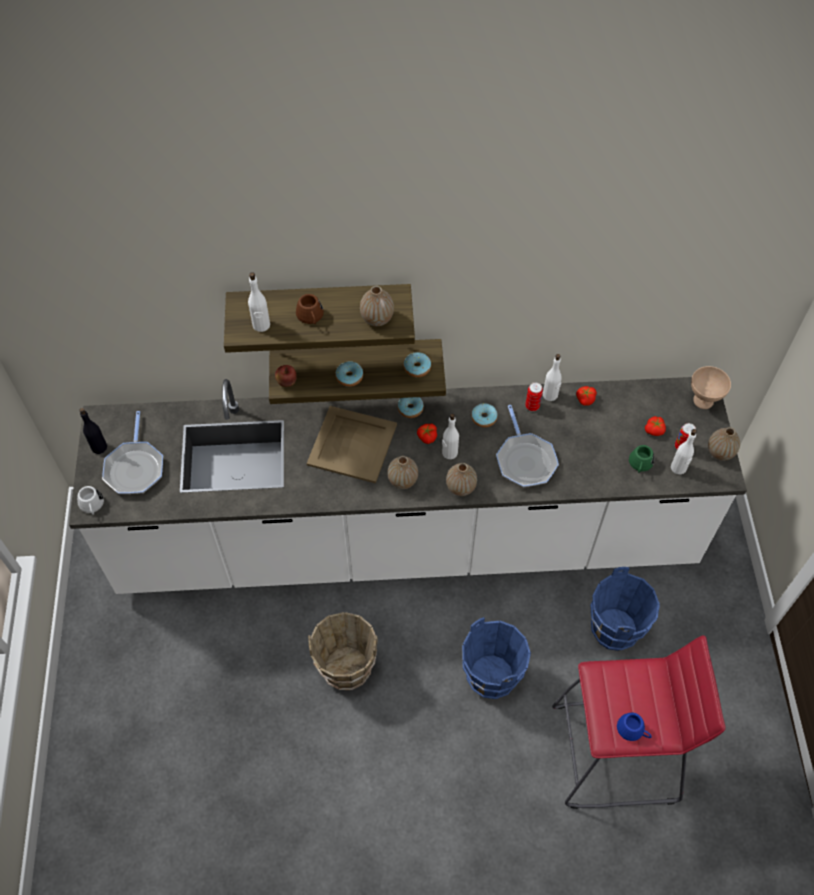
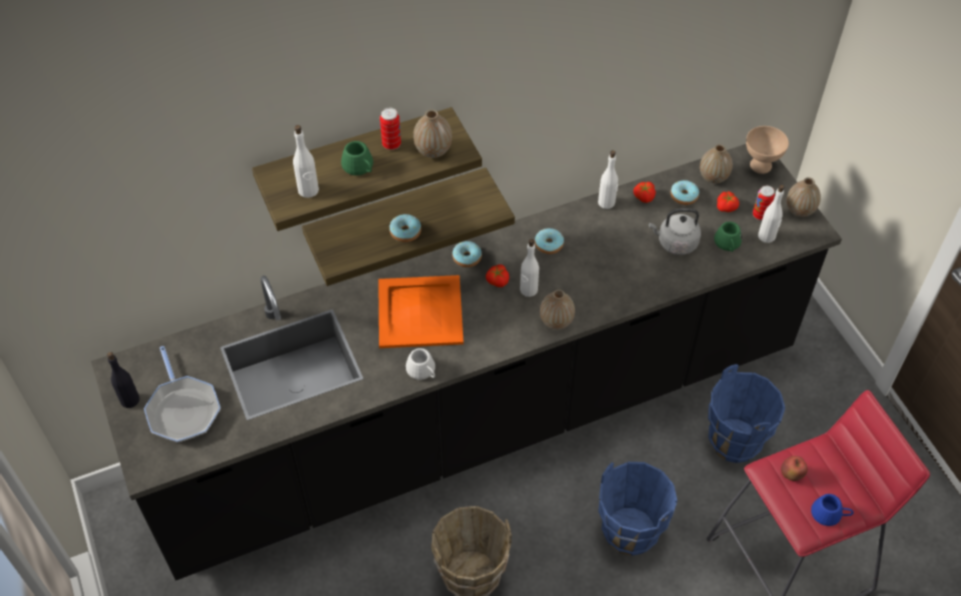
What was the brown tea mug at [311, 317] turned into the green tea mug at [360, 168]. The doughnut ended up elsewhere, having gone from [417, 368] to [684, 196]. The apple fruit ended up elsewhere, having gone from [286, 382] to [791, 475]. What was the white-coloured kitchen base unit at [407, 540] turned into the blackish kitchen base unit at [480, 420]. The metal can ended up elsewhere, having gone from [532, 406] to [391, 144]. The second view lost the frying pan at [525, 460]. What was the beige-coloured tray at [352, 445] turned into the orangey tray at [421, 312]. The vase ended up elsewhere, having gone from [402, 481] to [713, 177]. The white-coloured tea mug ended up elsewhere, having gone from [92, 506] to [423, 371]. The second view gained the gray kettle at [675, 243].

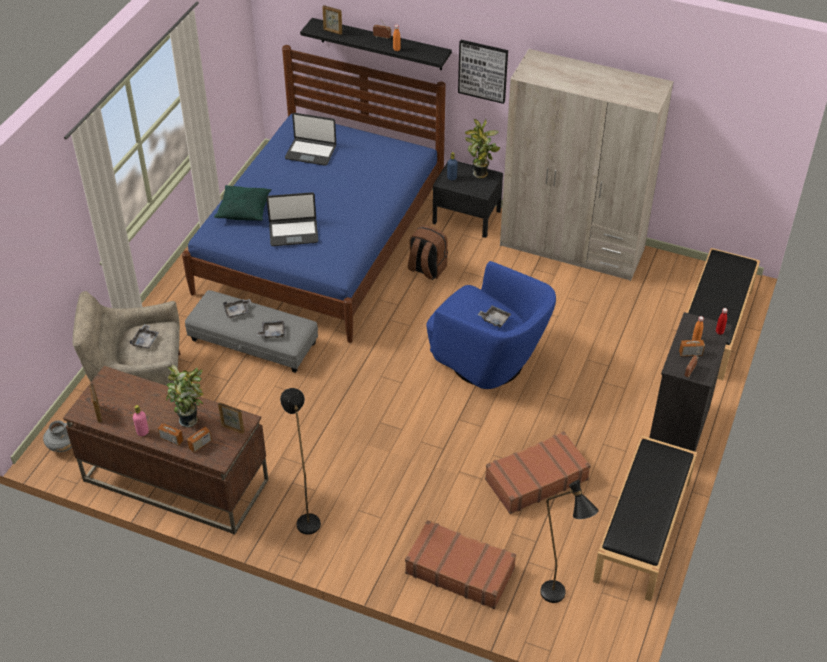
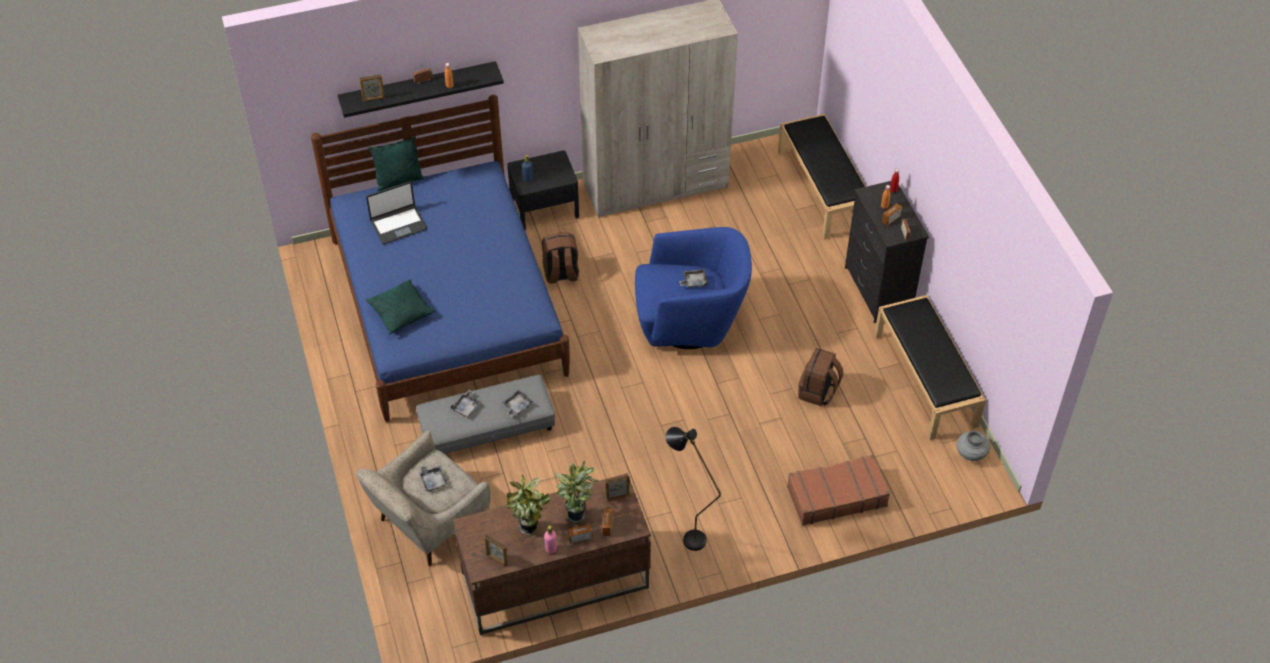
The second view lost the wall picture at [483, 70]. The plant in a pot ended up elsewhere, having gone from [480, 175] to [531, 529]. The second view lost the laptop at [293, 232]. The gray vase ended up elsewhere, having gone from [63, 445] to [970, 453]. Where the brown travel case stood at [535, 479], the brown rucksack came to stand at [818, 392]. The second view lost the blackish standing lamp at [558, 599]. The second view gained the green pillow at [399, 181].

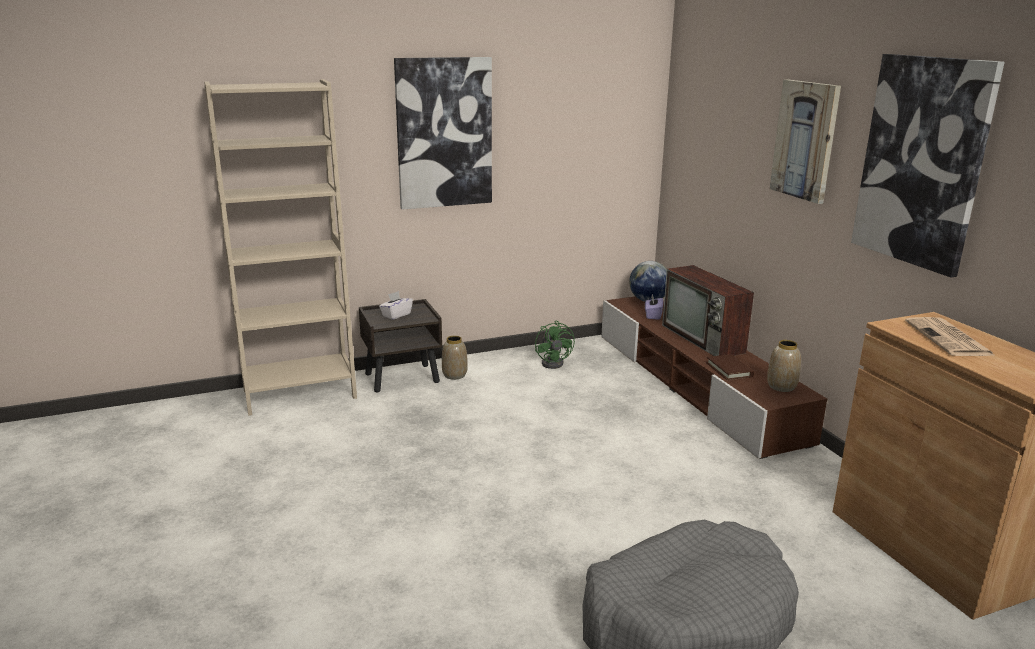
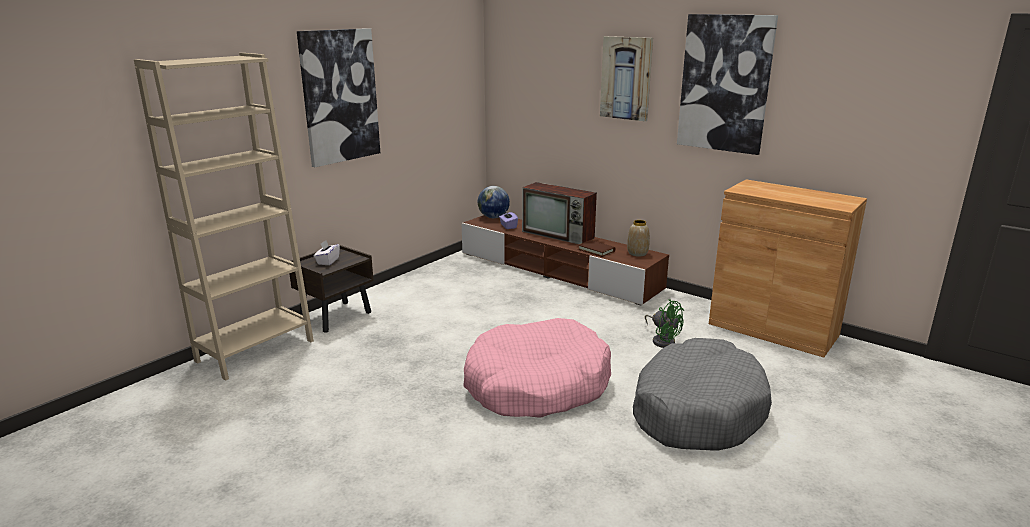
The second view lost the printed paper at [949, 339]. The green cooling fan ended up elsewhere, having gone from [555, 362] to [662, 340]. The second view lost the vase at [454, 375]. The second view gained the pinkish dog cushion at [536, 385].

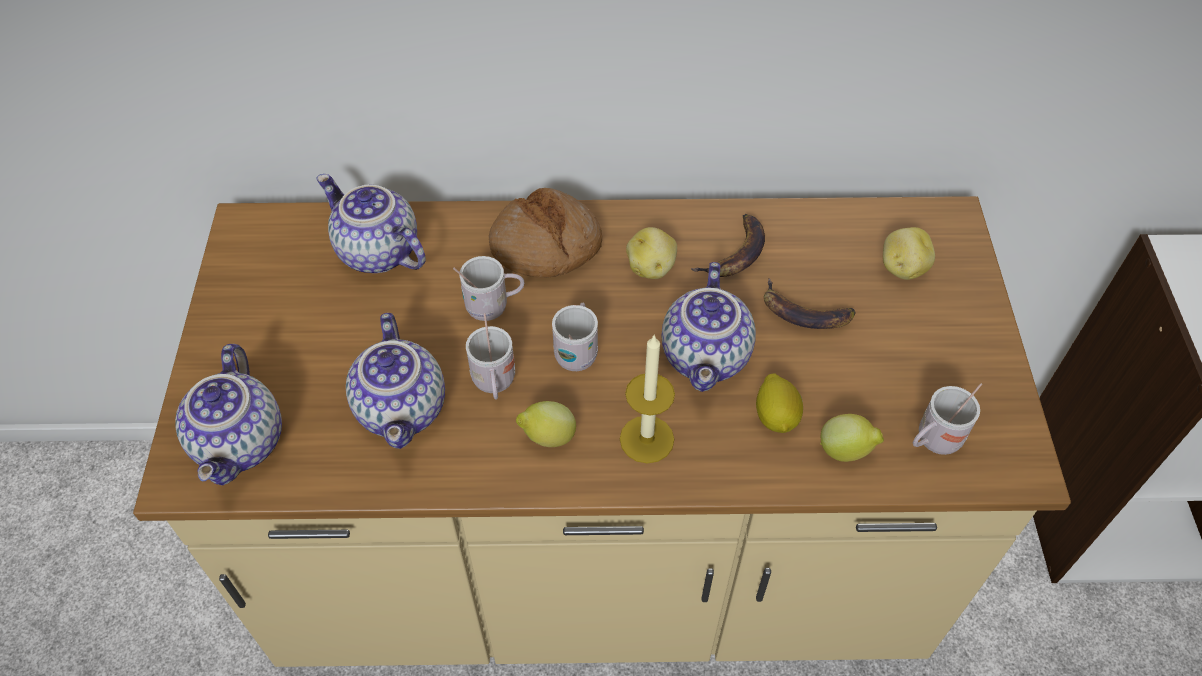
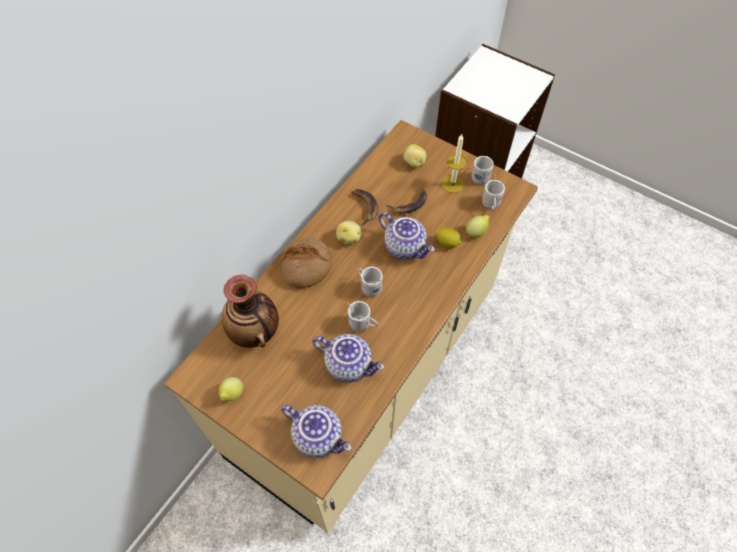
Where the teapot stood at [376, 252], the vase came to stand at [255, 331]. The white-coloured tea mug ended up elsewhere, having gone from [493, 306] to [481, 177]. The wax light ended up elsewhere, having gone from [646, 439] to [452, 184]. The citrus fruit ended up elsewhere, having gone from [547, 437] to [232, 394].

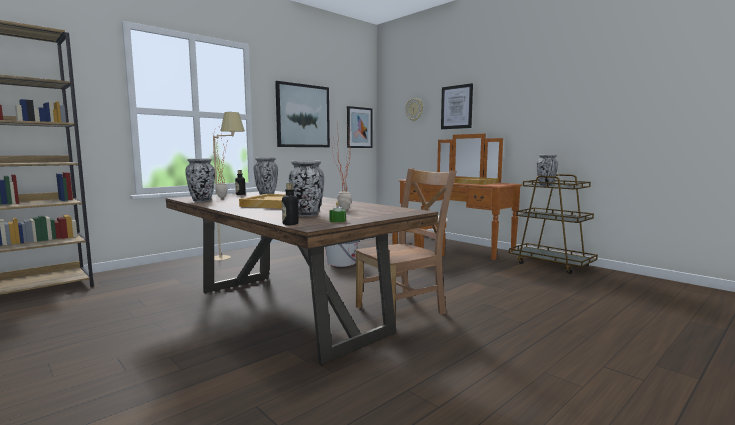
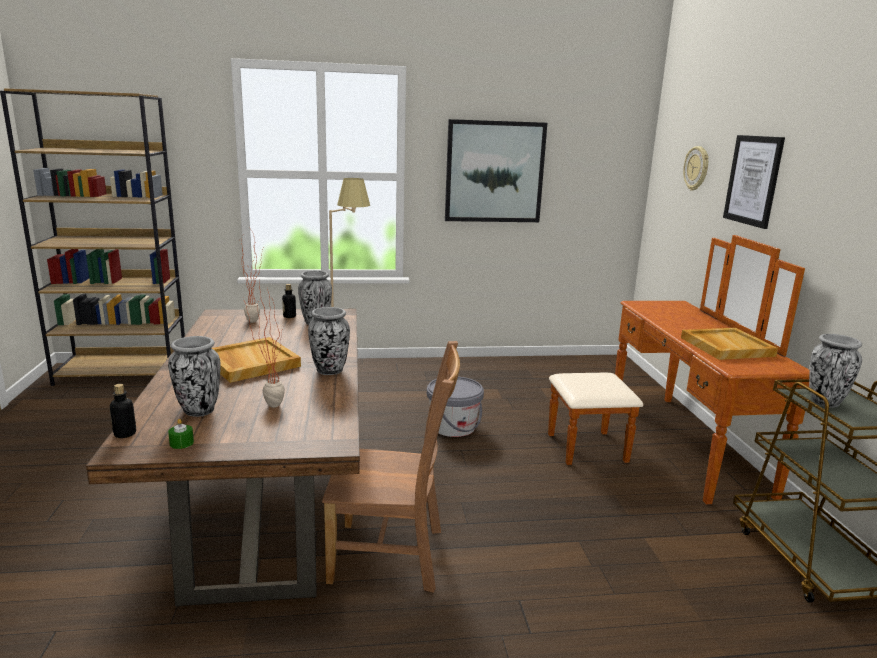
The second view lost the wall picture at [359, 127]. The vase ended up elsewhere, having gone from [202, 200] to [330, 371].

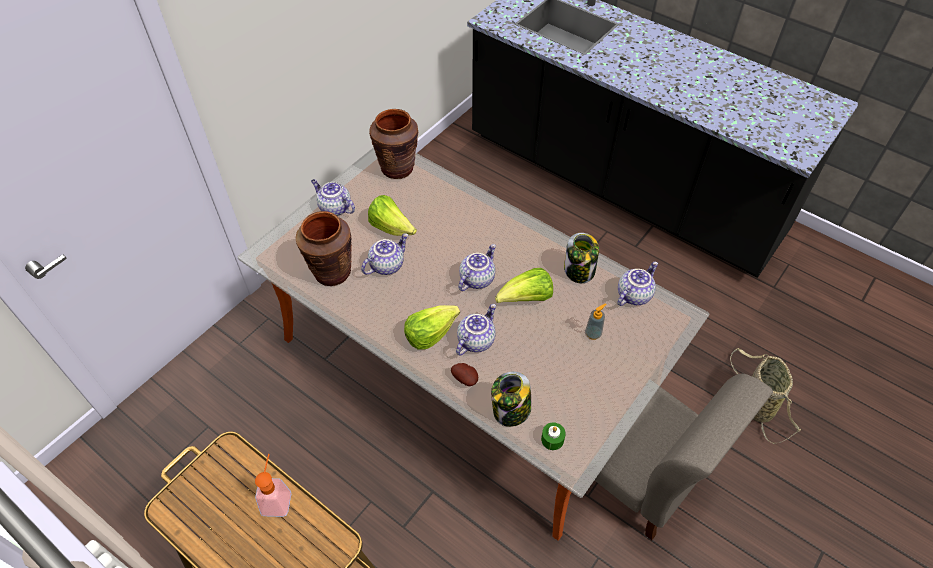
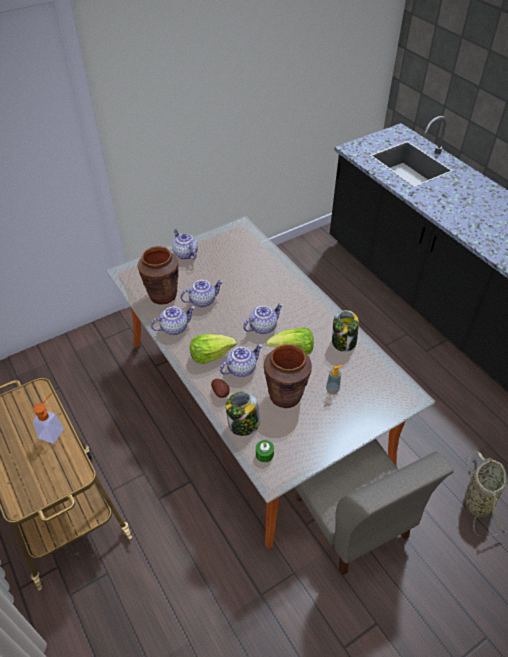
The brown vase ended up elsewhere, having gone from [397, 168] to [285, 395]. The second view lost the head of lettuce at [391, 228]. The teapot ended up elsewhere, having gone from [633, 294] to [174, 327].

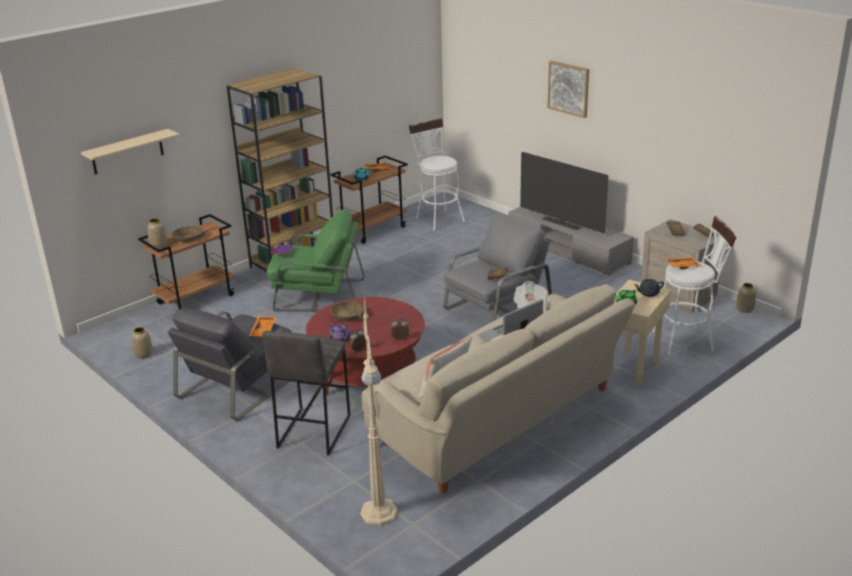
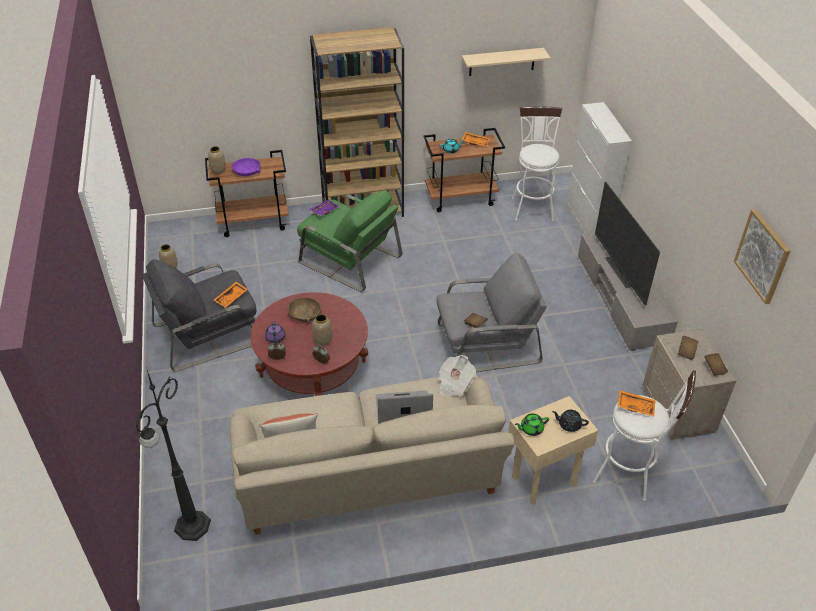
The wall picture ended up elsewhere, having gone from [568, 88] to [762, 256]. The beige-coloured bracket shelf ended up elsewhere, having gone from [127, 152] to [502, 62]. What was the brown deep dish at [189, 238] turned into the purplish deep dish at [247, 171]. The vase ended up elsewhere, having gone from [744, 309] to [323, 340]. What was the beige-coloured standing lamp at [379, 514] turned into the blackish standing lamp at [191, 527]. The second view lost the gray sitting stool at [313, 431]. The second view gained the white-coloured cabinet at [587, 224].

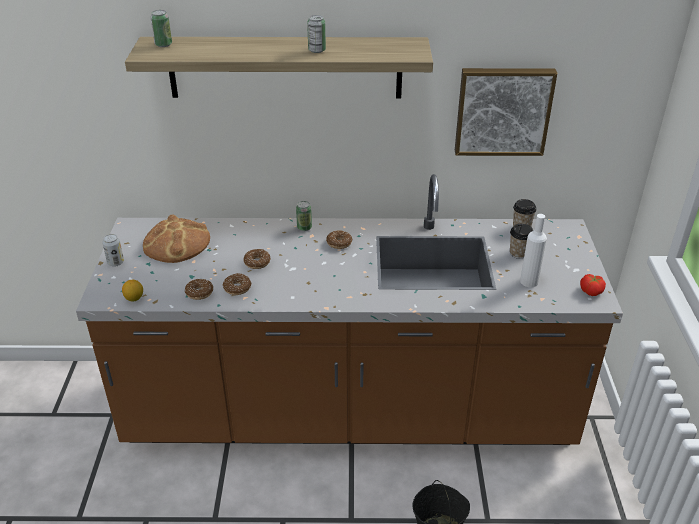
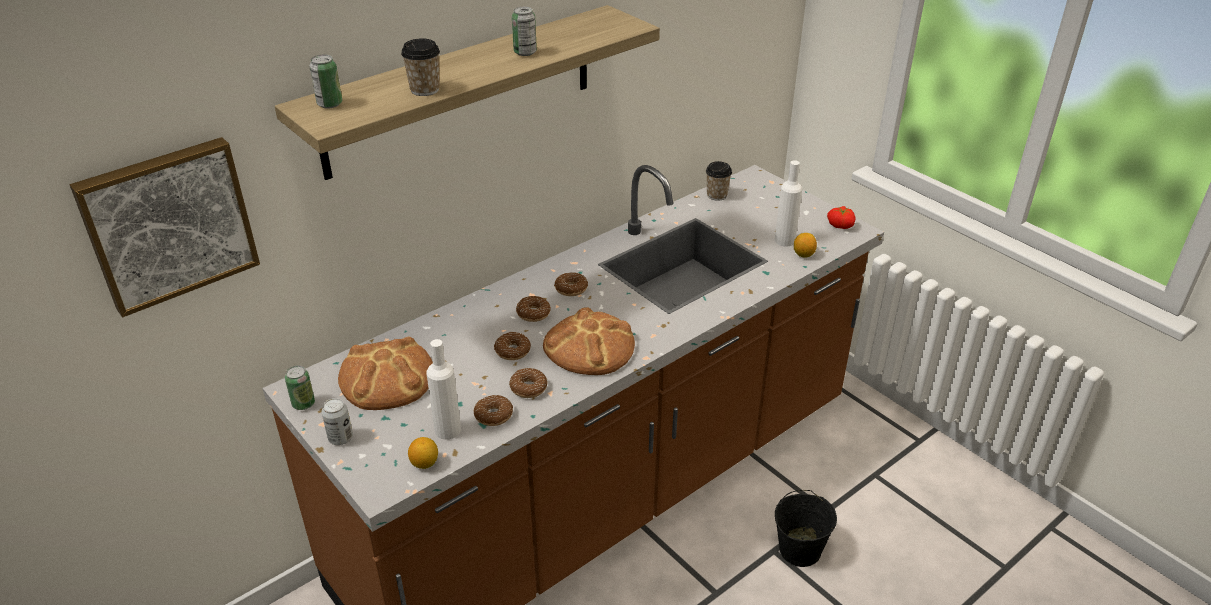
The wall picture ended up elsewhere, having gone from [503, 110] to [168, 223]. The metal can ended up elsewhere, having gone from [304, 228] to [303, 404]. The small cup ended up elsewhere, having gone from [518, 253] to [425, 90]. The second view gained the citrus fruit at [803, 254]. The second view gained the doughnut at [533, 313]. The second view gained the bakery bread at [589, 347]. The second view gained the white-coloured drink bottle at [448, 430].

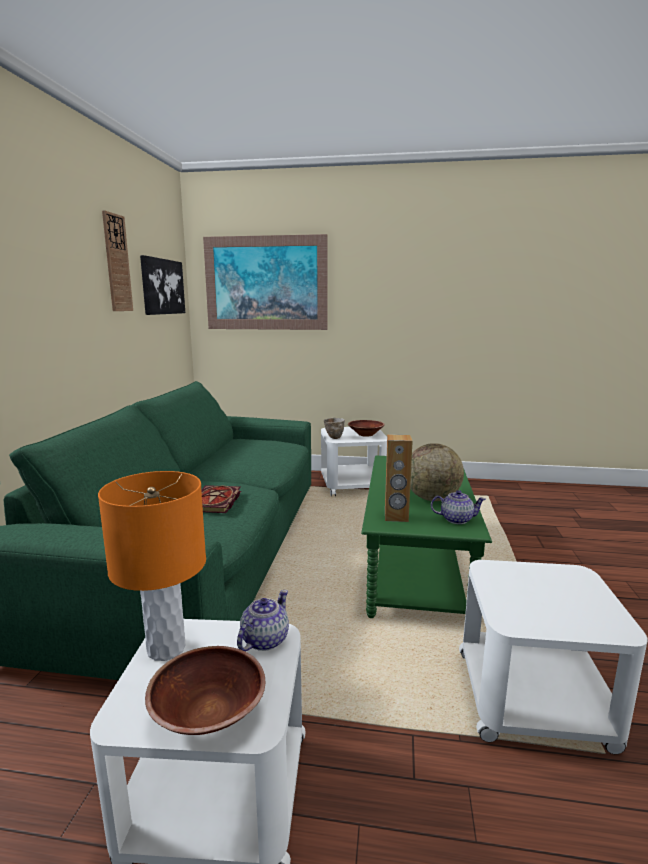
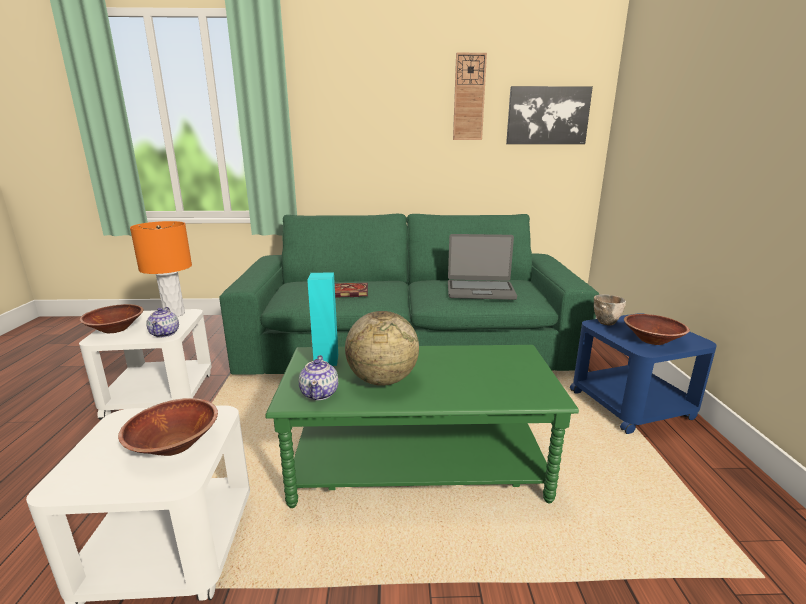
The second view lost the wall picture at [266, 283]. What was the white-coloured end table at [353, 485] turned into the blue-coloured end table at [631, 404]. What was the brown loudspeaker at [396, 517] turned into the turquoise-coloured loudspeaker at [325, 360]. The teapot at [264, 640] ended up facing another way, 60 degrees clockwise from before. The second view gained the laptop at [480, 290]. The second view gained the brown deep dish at [175, 445].

